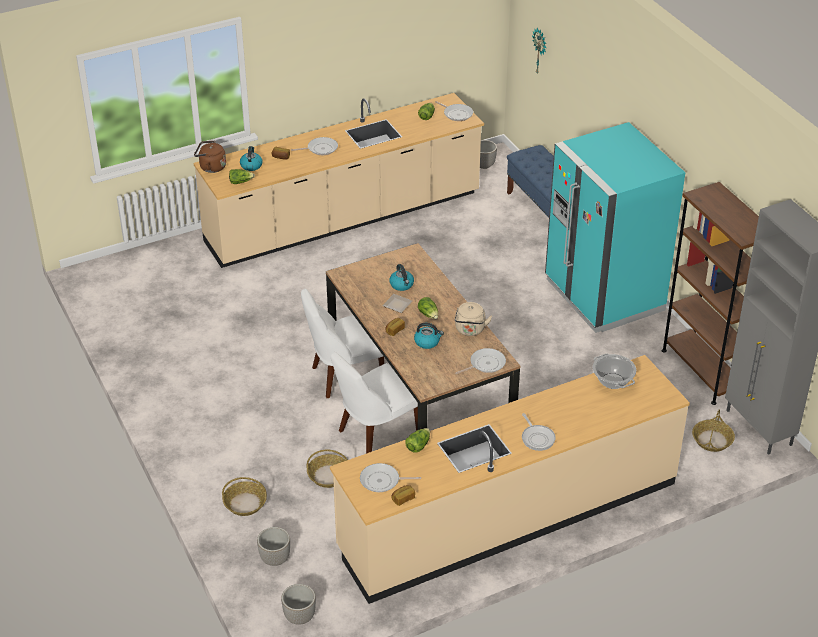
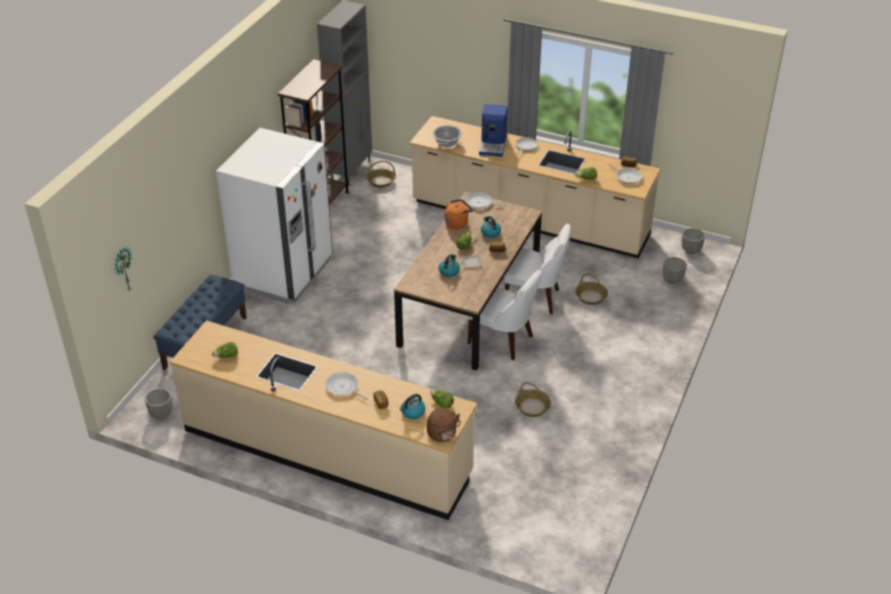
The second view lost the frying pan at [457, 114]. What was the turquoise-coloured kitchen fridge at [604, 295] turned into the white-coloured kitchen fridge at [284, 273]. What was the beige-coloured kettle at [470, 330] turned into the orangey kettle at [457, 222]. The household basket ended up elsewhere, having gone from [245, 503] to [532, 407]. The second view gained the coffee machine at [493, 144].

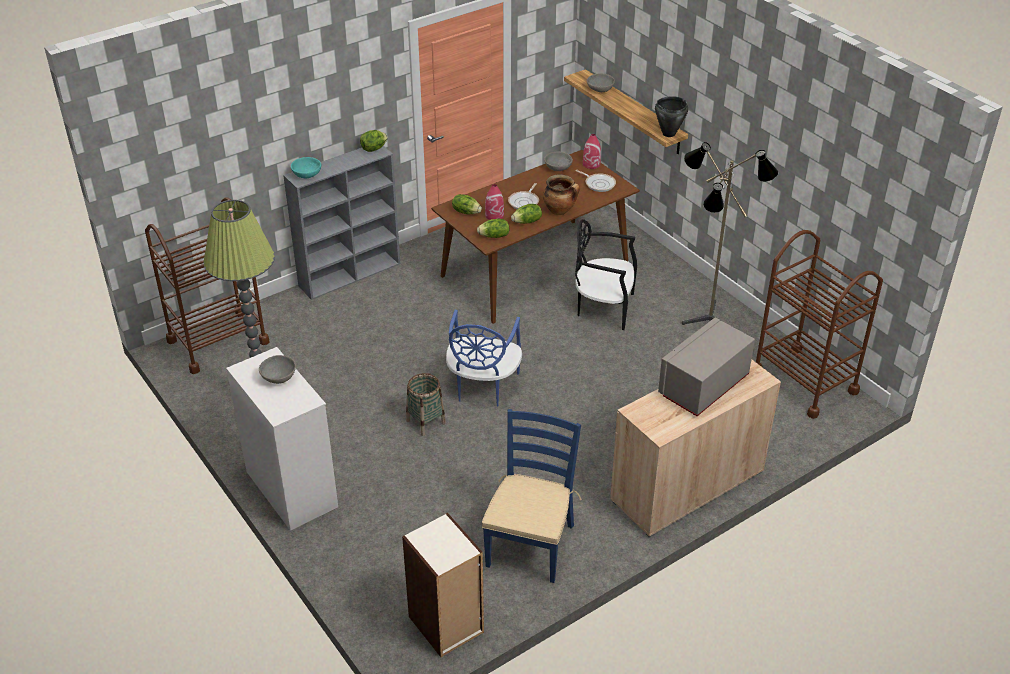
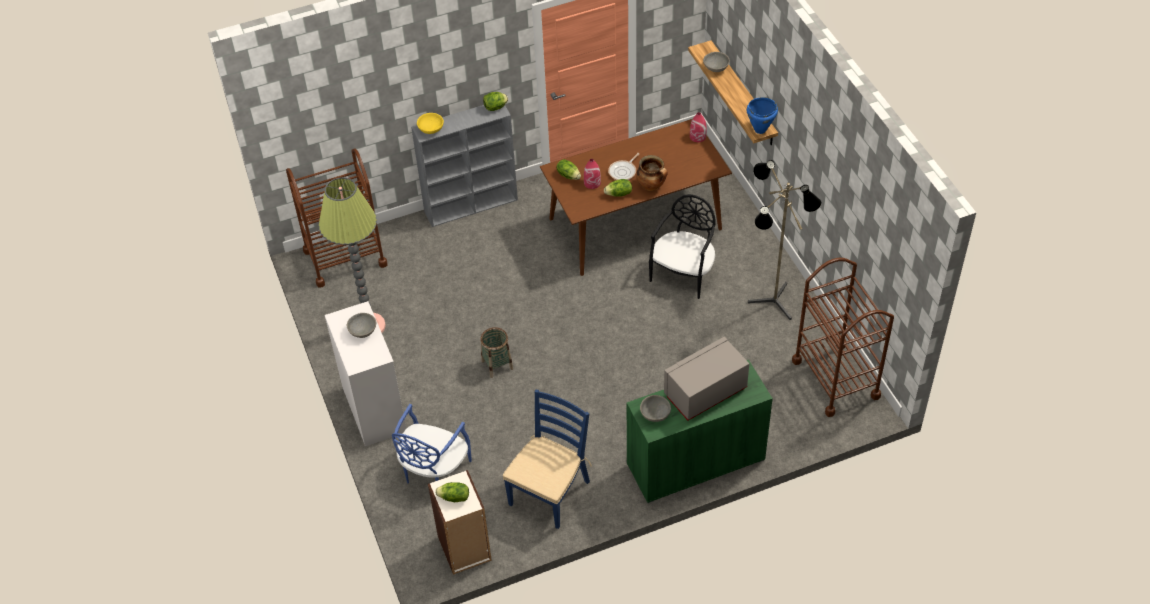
What was the blackish stockpot at [668, 133] turned into the blue-coloured stockpot at [760, 129]. The gray deep dish ended up elsewhere, having gone from [558, 168] to [655, 414]. What was the turquoise-coloured deep dish at [307, 175] turned into the yellowish deep dish at [431, 129]. The second view lost the frying pan at [598, 184]. The head of lettuce ended up elsewhere, having gone from [494, 236] to [454, 498]. The blackish upright chair at [603, 307] ended up facing another way, 90 degrees clockwise from before. The blue-coloured upright chair ended up elsewhere, having gone from [482, 387] to [433, 470]. What was the beige-coloured cabinet at [687, 486] turned into the green cabinet at [695, 462].

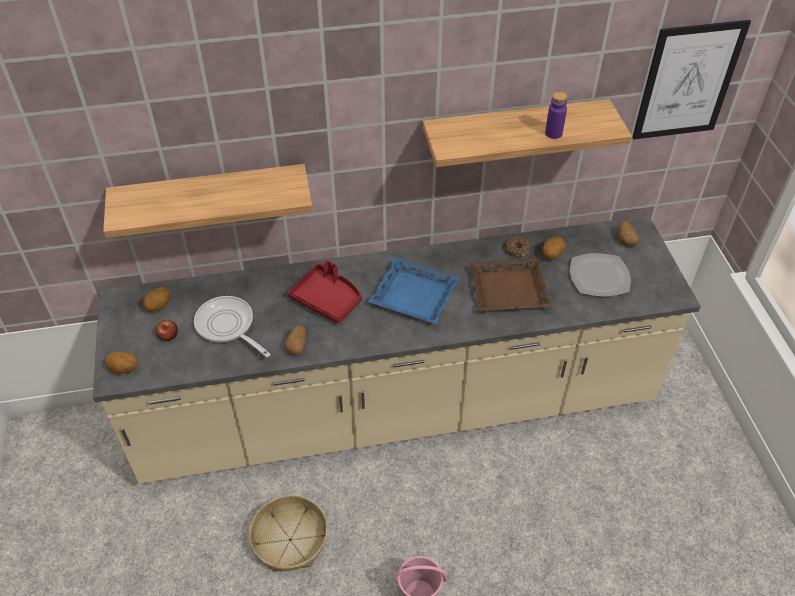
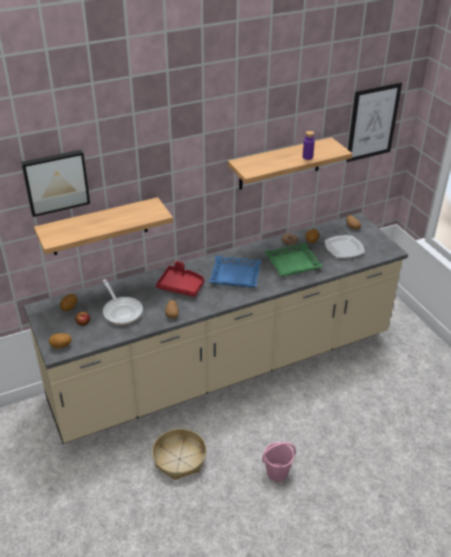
What was the brown tray at [508, 289] turned into the green tray at [292, 263]. The frying pan at [228, 327] ended up facing another way, 150 degrees counterclockwise from before. The second view gained the wall picture at [56, 181].

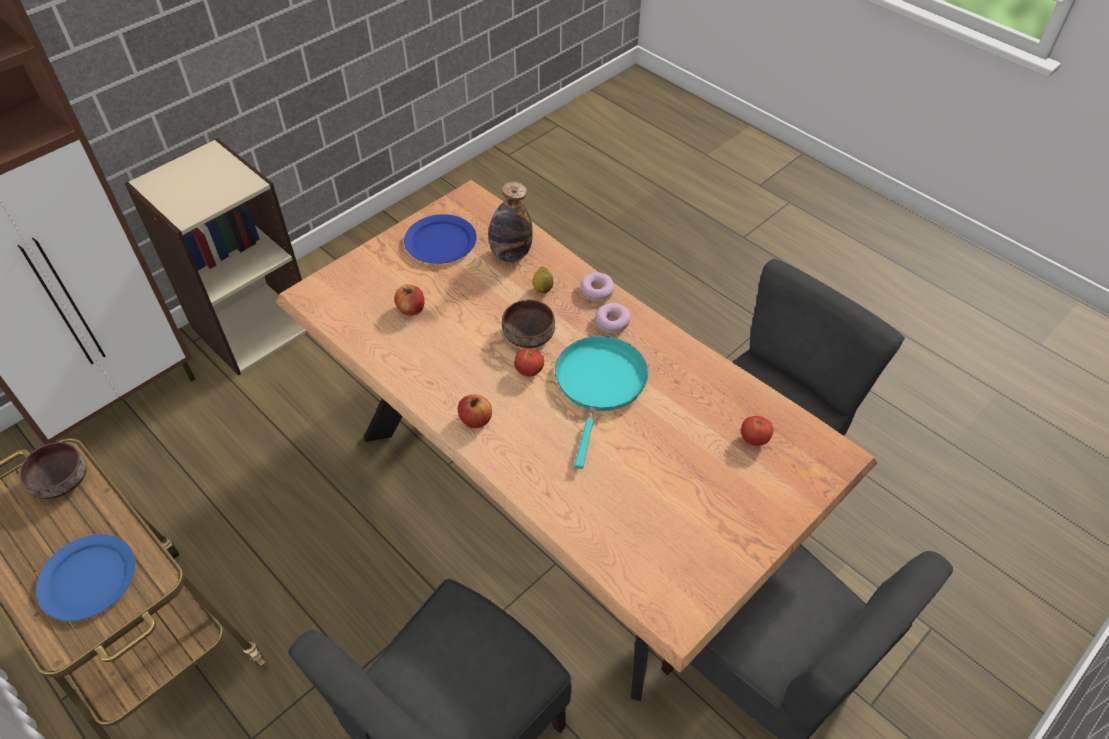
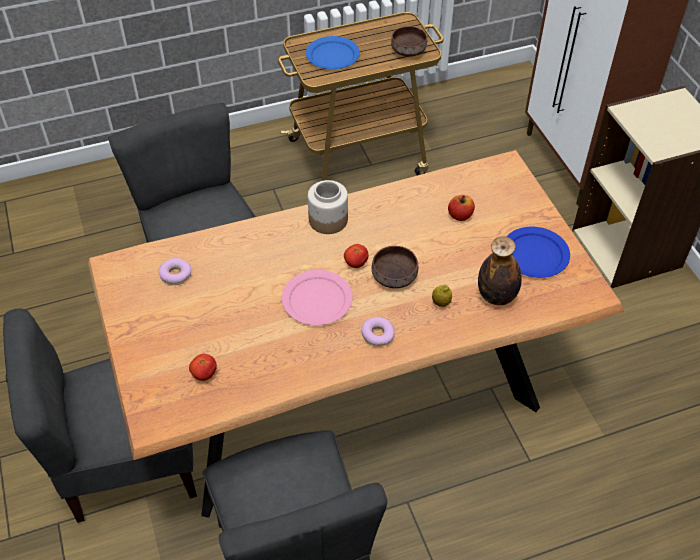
The doughnut ended up elsewhere, having gone from [597, 291] to [175, 275]. Where the turquoise-coloured frying pan stood at [599, 384], the pinkish flat dish came to stand at [317, 300]. Where the apple fruit stood at [475, 420], the storage jar came to stand at [328, 220].

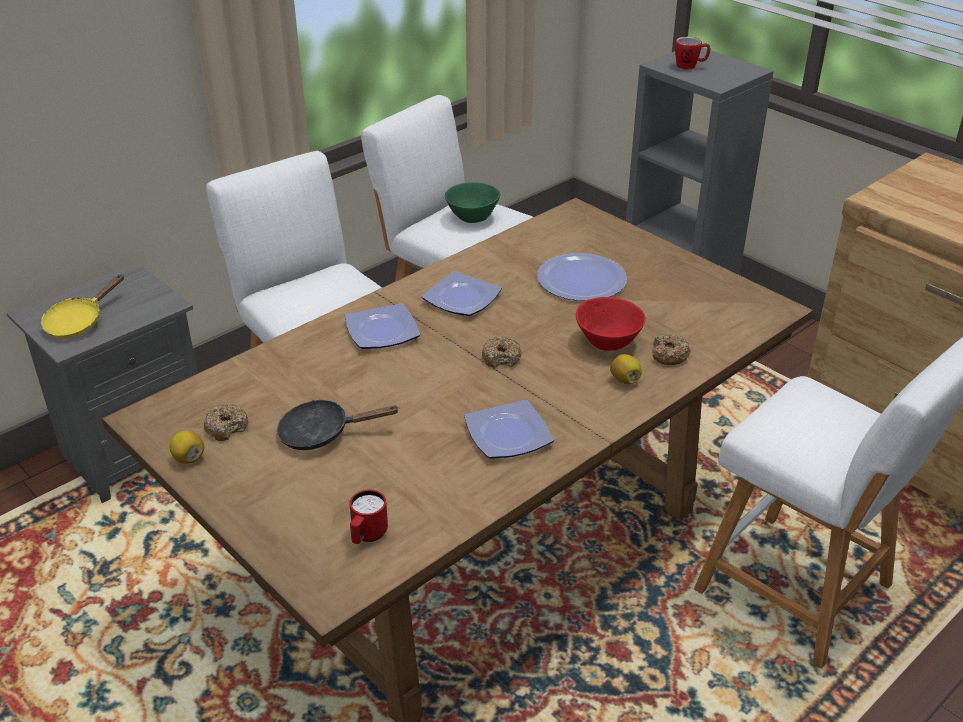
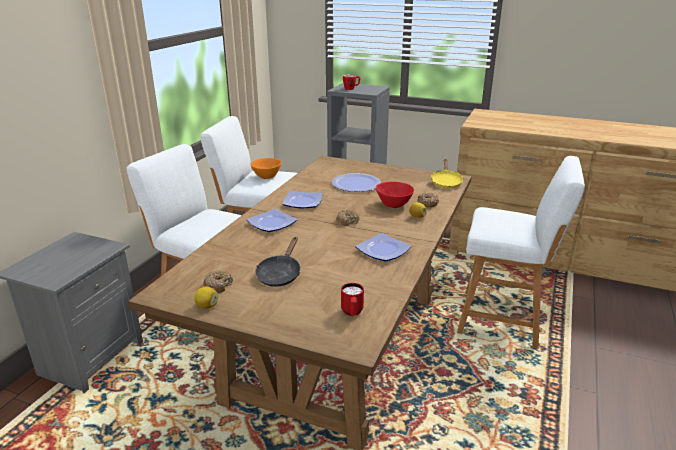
What was the green deep dish at [472, 216] turned into the orangey deep dish at [266, 176]. The yellowish frying pan ended up elsewhere, having gone from [78, 322] to [445, 182]. The blackish frying pan at [322, 433] ended up facing another way, 45 degrees counterclockwise from before.

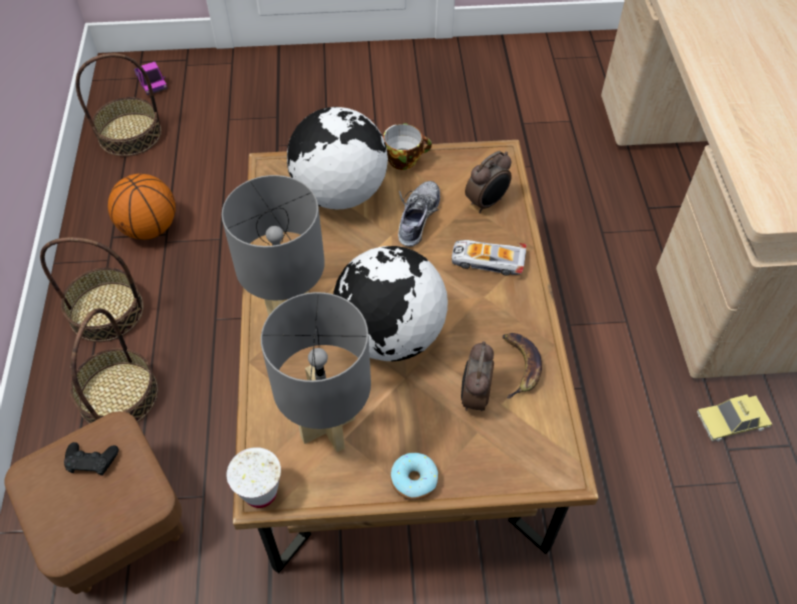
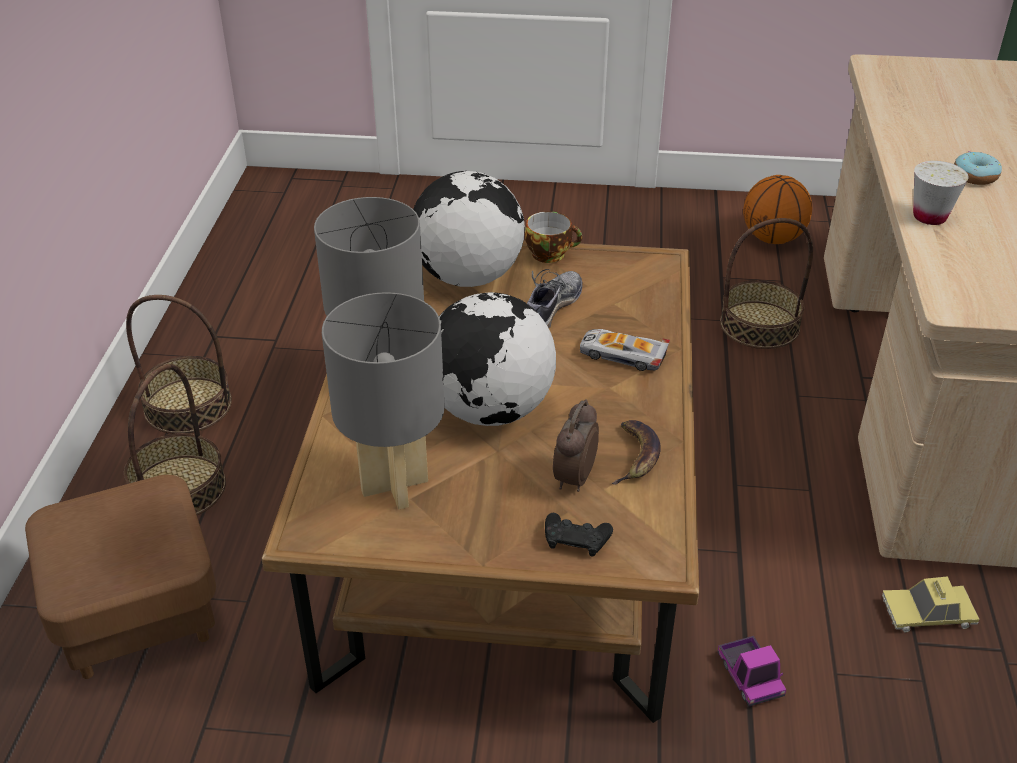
The household basket ended up elsewhere, having gone from [130, 134] to [759, 325]. The model truck ended up elsewhere, having gone from [152, 83] to [749, 677]. The second view lost the alarm clock at [487, 203]. The basketball ended up elsewhere, having gone from [150, 228] to [773, 238]. The blackish gamepad ended up elsewhere, having gone from [91, 461] to [576, 539]. The white-coloured small cup ended up elsewhere, having gone from [260, 492] to [929, 217]. The doughnut ended up elsewhere, having gone from [414, 480] to [975, 176].

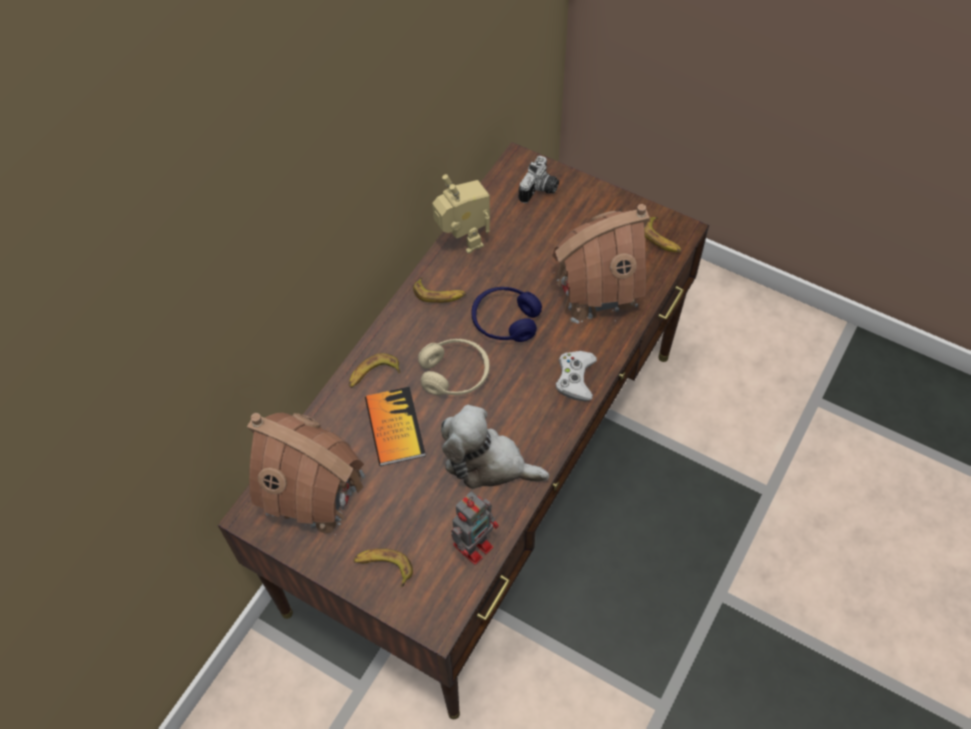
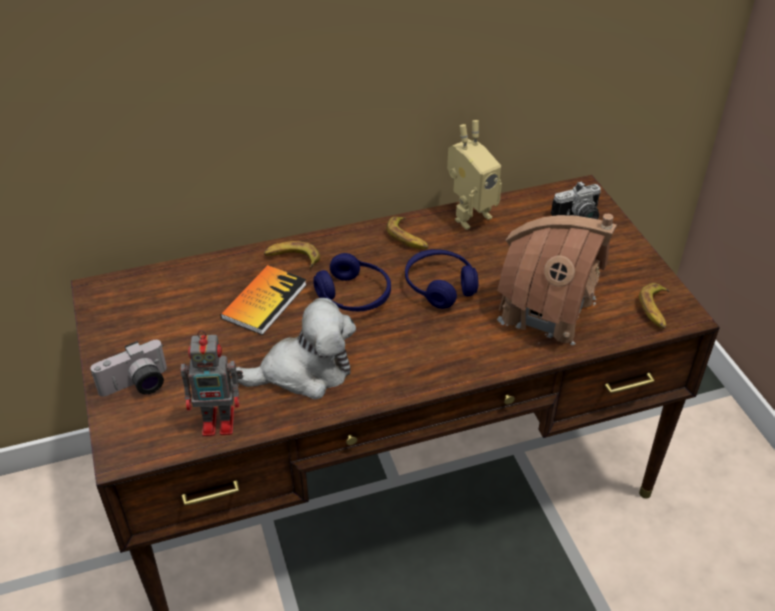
The robot figure at [462, 242] ended up facing another way, 45 degrees clockwise from before. What was the beige-coloured pair of headphones at [454, 374] turned into the blue-coloured pair of headphones at [354, 296]. The second view lost the white-coloured gamepad at [575, 378]. The plush toy at [488, 462] ended up facing another way, 105 degrees clockwise from before. The second view lost the model house at [314, 492]. Where the whole banana stood at [384, 567], the photo camera came to stand at [137, 386].

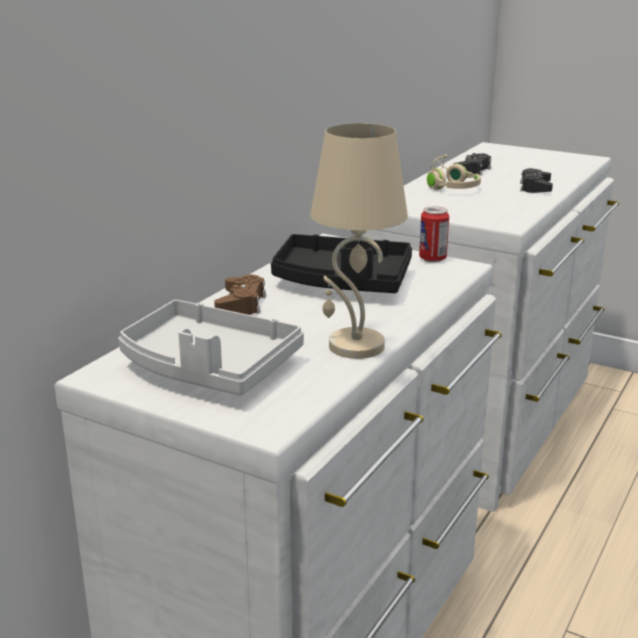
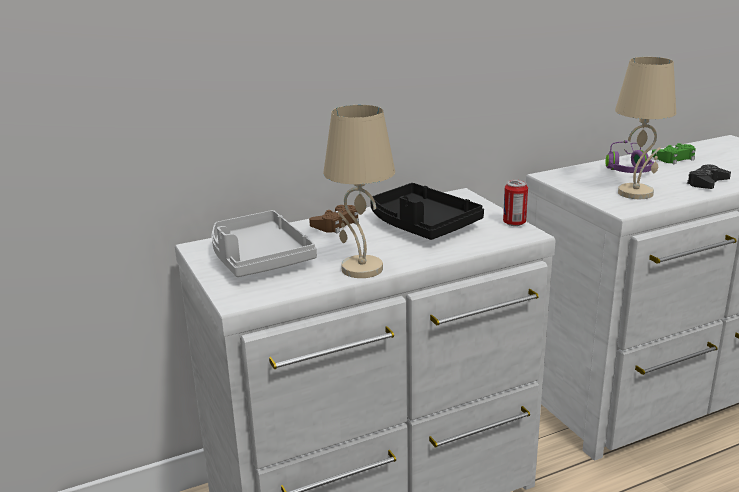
What was the blackish gamepad at [472, 170] turned into the green gamepad at [674, 158]. What was the beige-coloured pair of headphones at [449, 186] turned into the purplish pair of headphones at [628, 169]. The second view gained the beige-coloured table lamp at [636, 193].

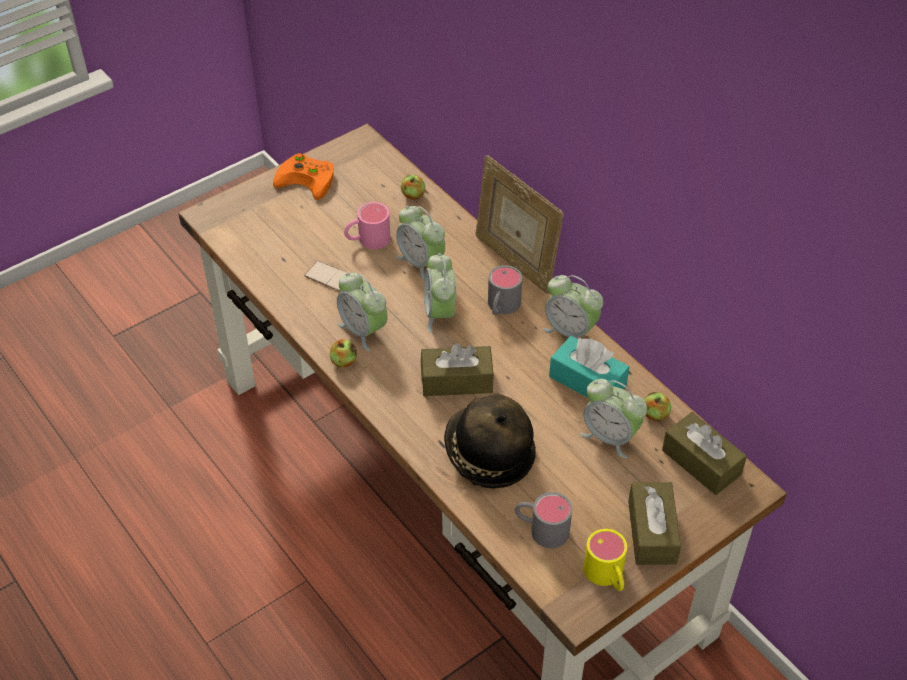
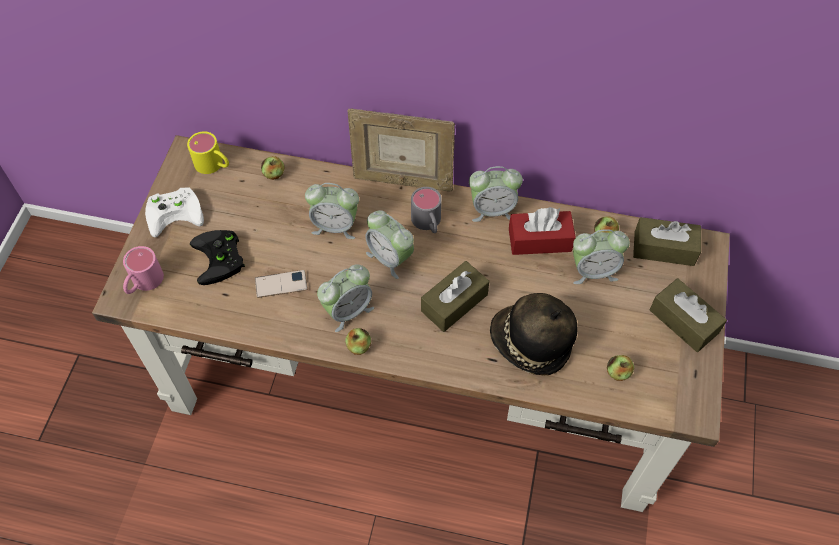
What was the orangey gamepad at [309, 179] turned into the white-coloured gamepad at [176, 212]. The pinkish tea mug ended up elsewhere, having gone from [367, 240] to [143, 283]. The alarm clock at [363, 330] ended up facing another way, 45 degrees counterclockwise from before. What was the turquoise-coloured tissue holder at [587, 381] turned into the reddish tissue holder at [539, 240]. Where the gray tea mug stood at [541, 529], the apple fruit came to stand at [618, 373]. The yellowish tea mug ended up elsewhere, having gone from [607, 576] to [214, 165]. The second view gained the blackish gamepad at [220, 259].

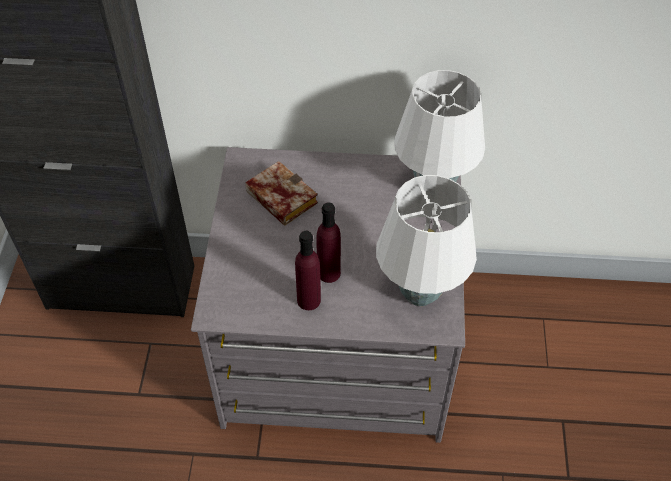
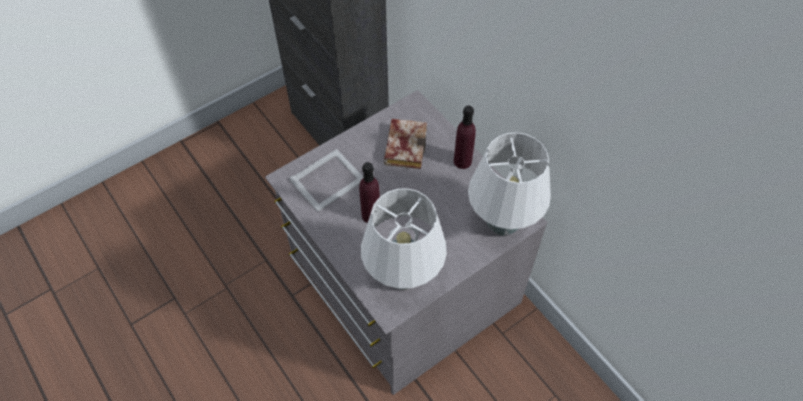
The purplish drink bottle ended up elsewhere, having gone from [309, 300] to [462, 161]. The second view gained the picture frame at [328, 180].

